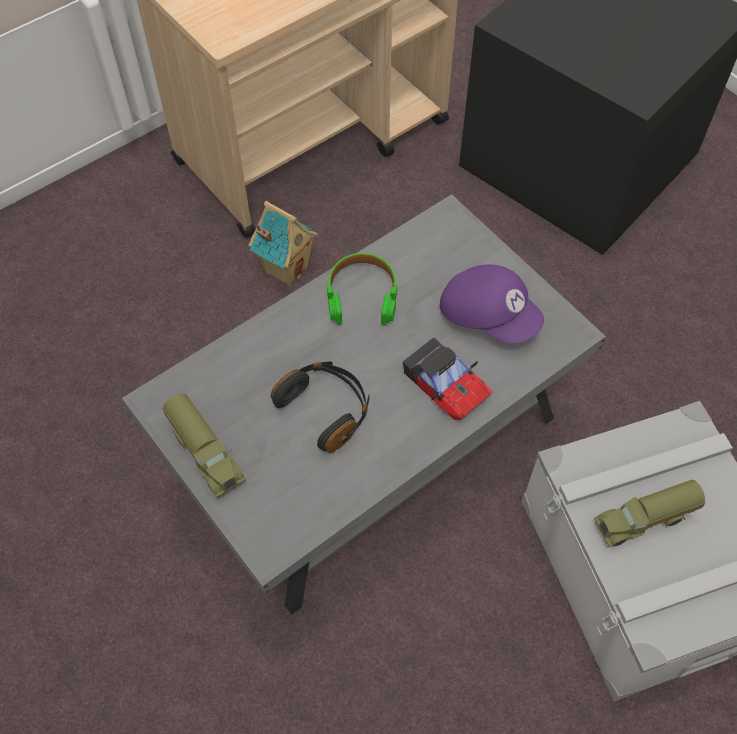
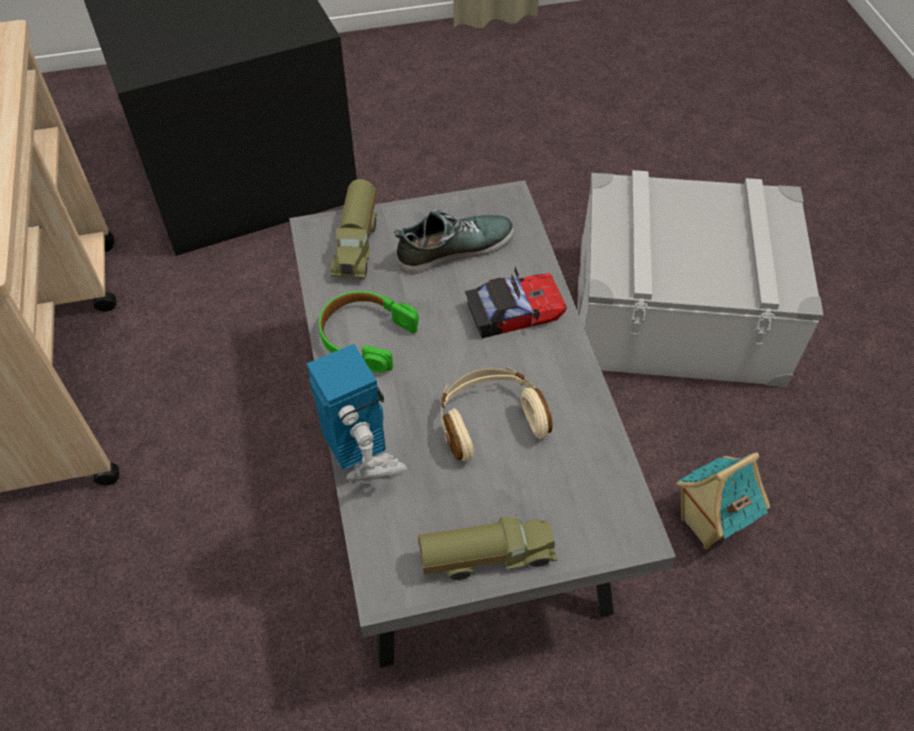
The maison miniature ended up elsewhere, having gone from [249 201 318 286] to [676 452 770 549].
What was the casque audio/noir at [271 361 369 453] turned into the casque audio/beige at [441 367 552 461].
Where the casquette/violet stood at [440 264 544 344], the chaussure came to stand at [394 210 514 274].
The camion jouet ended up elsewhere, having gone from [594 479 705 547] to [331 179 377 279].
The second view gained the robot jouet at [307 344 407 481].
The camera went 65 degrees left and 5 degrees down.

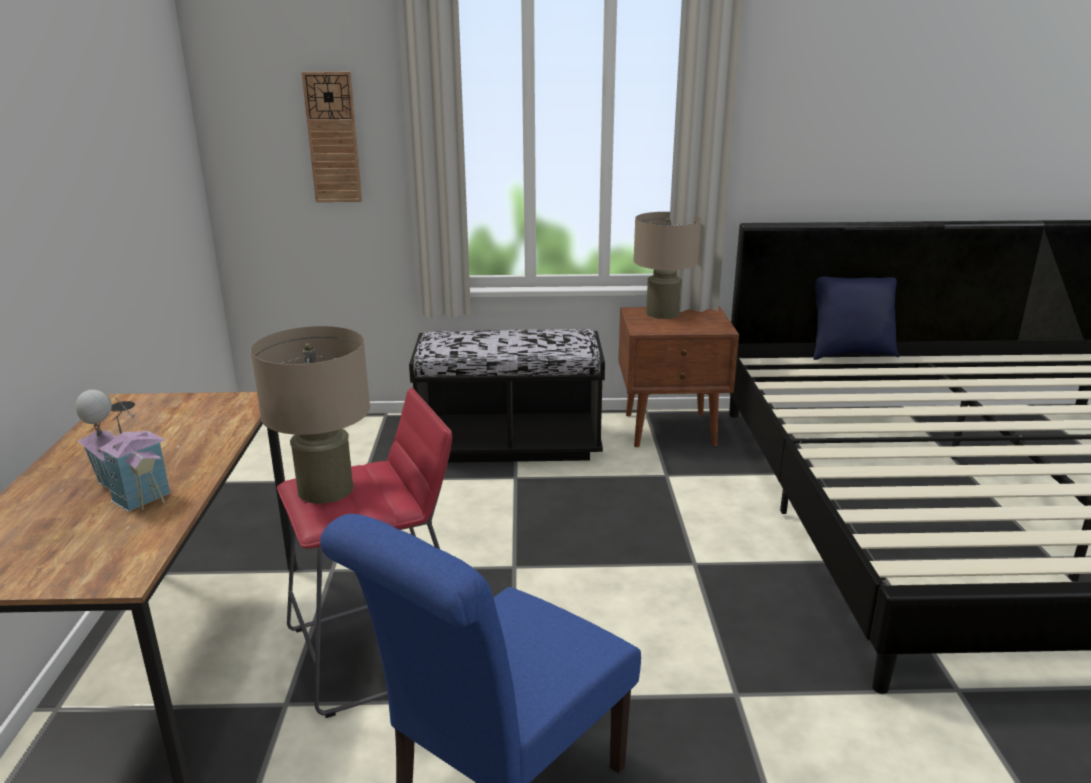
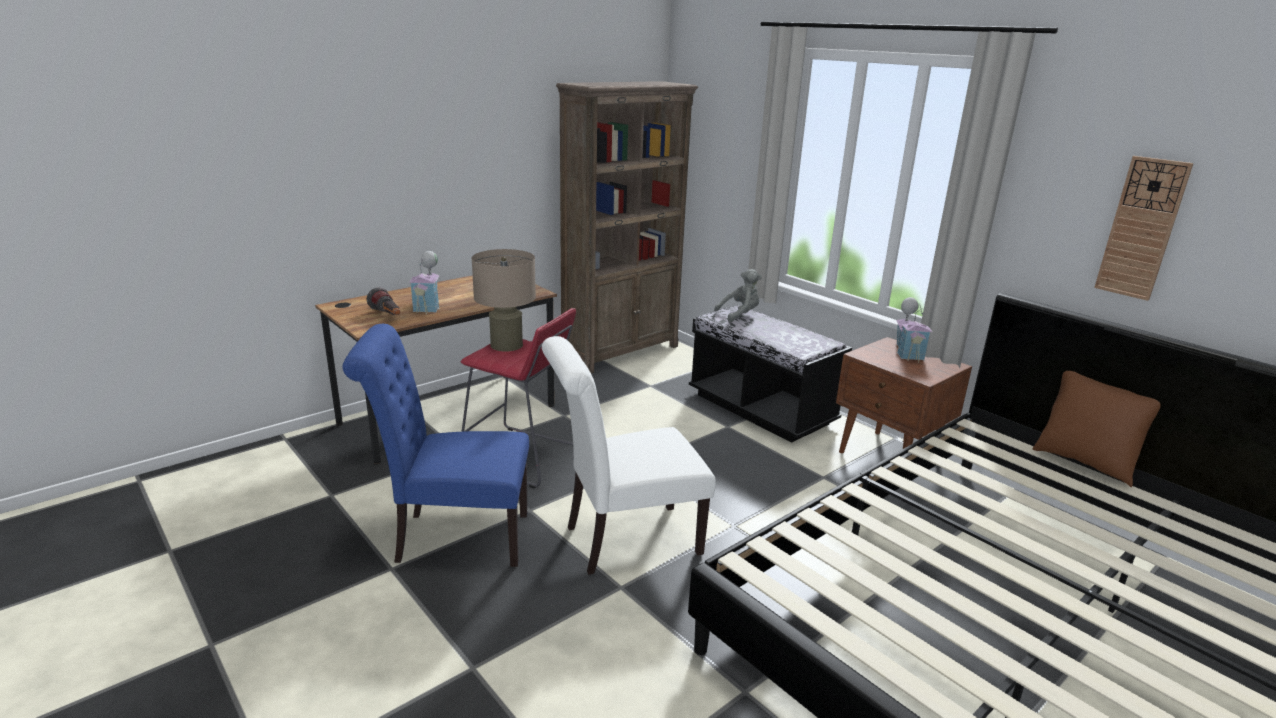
The horloge murale ended up elsewhere, having gone from [301 72 362 202] to [1094 156 1194 301].
Where the lampe de table/beige stood at [633 212 701 319], the maison miniature came to stand at [896 297 932 363].
What was the coussin/bleu at [813 277 899 360] turned into the coussin/marron at [1033 371 1161 487].
The second view gained the lampe de poche at [367 288 400 315].
The second view gained the chaise/blanc at [542 336 716 575].
The second view gained the bibliothèque/marron at [556 81 698 374].
The second view gained the peluche/gris at [714 269 762 322].
The camera went 50 degrees right and 0 degrees up.

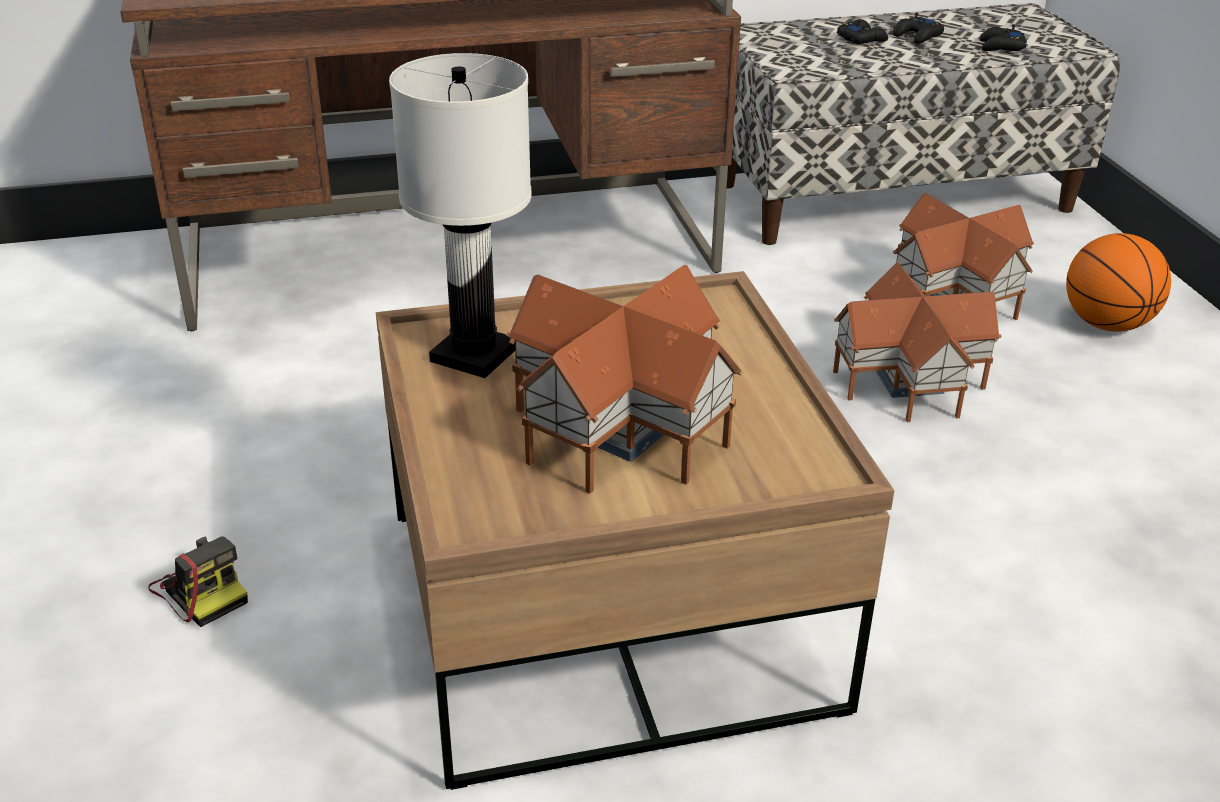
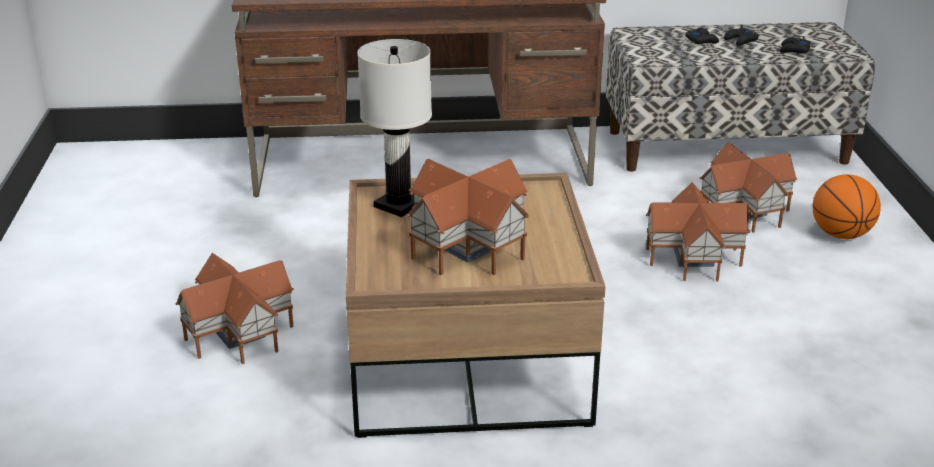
Where the appareil photo stood at [148 536 248 627], the maison miniature came to stand at [175 253 294 364].
The camera went 10 degrees right and 5 degrees down.

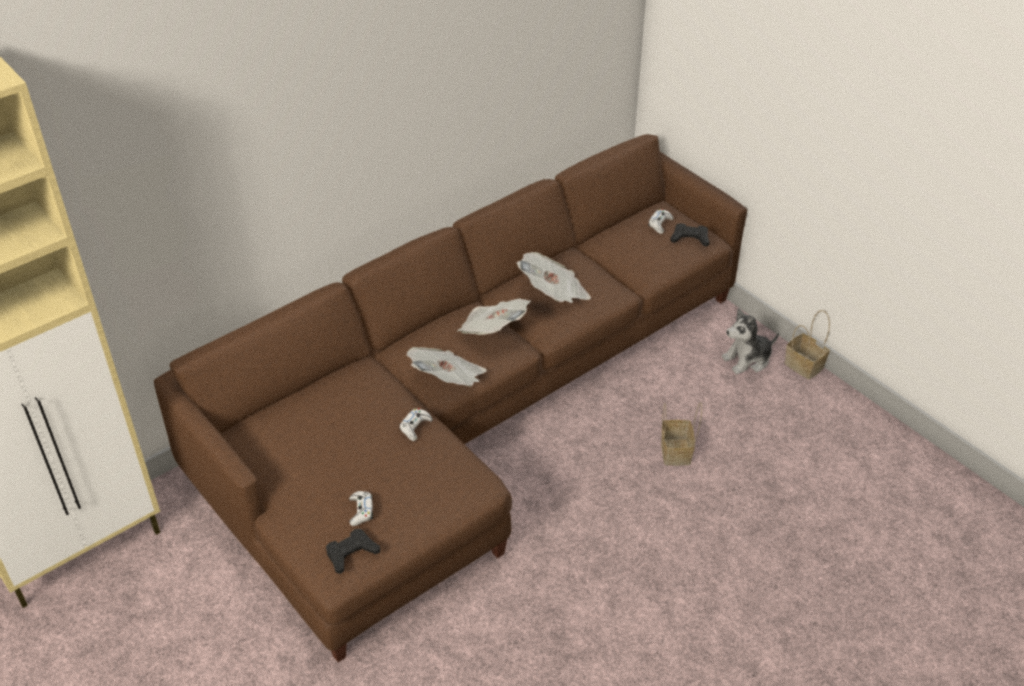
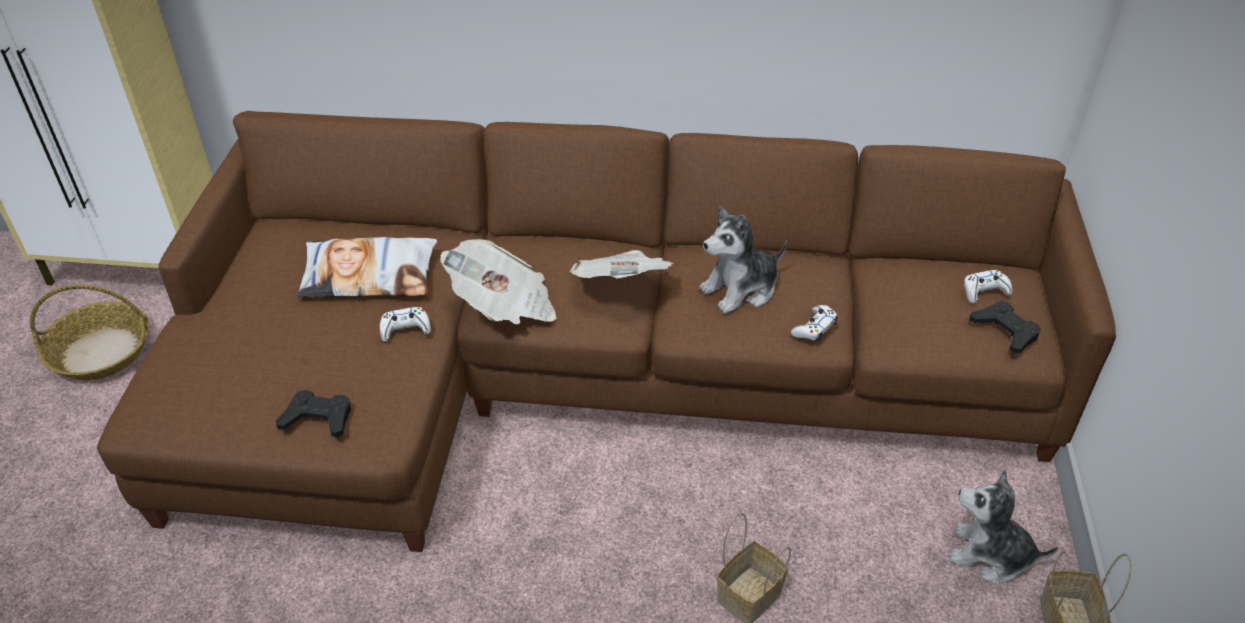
The manette/noir ended up elsewhere, having gone from [326 529 380 574] to [276 390 351 438].
The manette/blanc ended up elsewhere, having gone from [349 491 373 526] to [791 305 838 342].
Where the journal stood at [516 252 591 303], the peluche came to stand at [700 206 787 314].
The second view gained the panier at [30 285 149 380].
The second view gained the coussin at [297 237 437 297].
The camera went 45 degrees right and 0 degrees up.

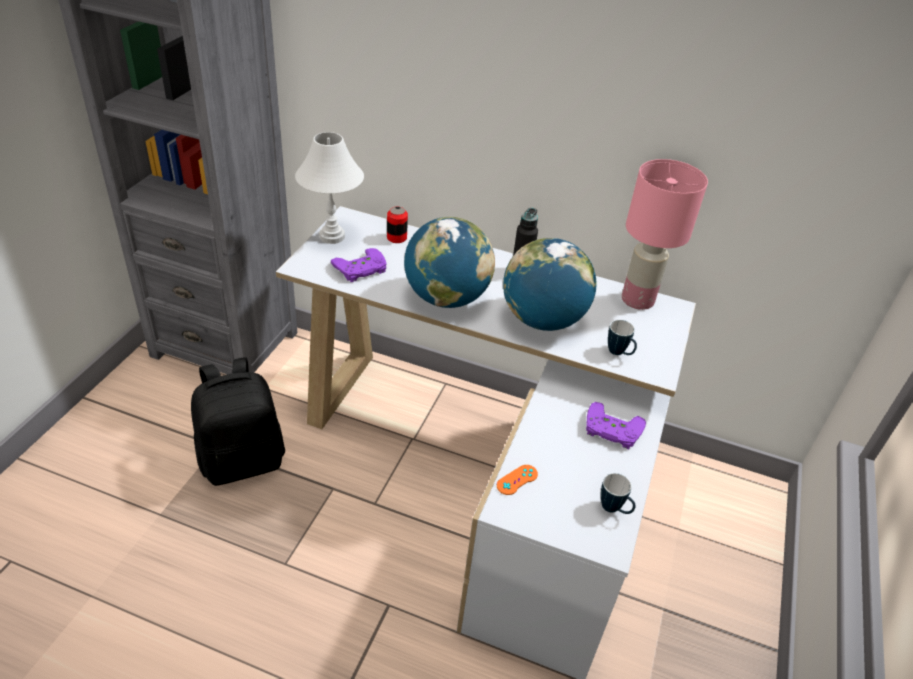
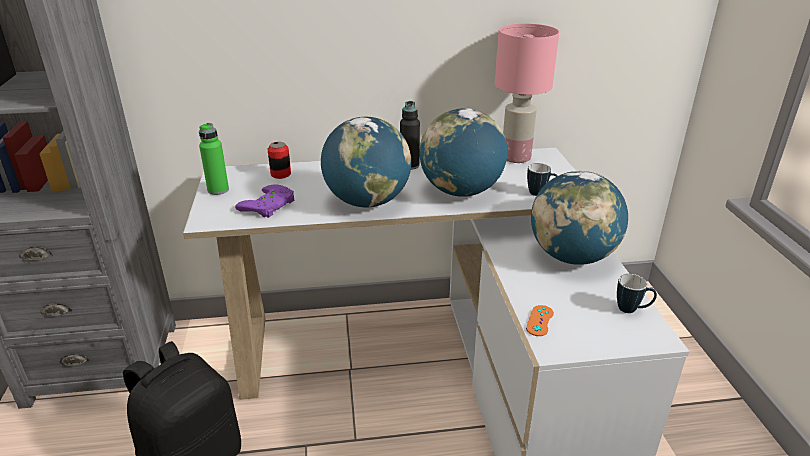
Where the lampe de table/blanc stood at [295 132 364 244], the bouteille/vert came to stand at [199 123 229 195].
Where the manette/violet stood at [586 402 646 449], the globe came to stand at [531 171 628 265].
The camera went 25 degrees left and 10 degrees down.

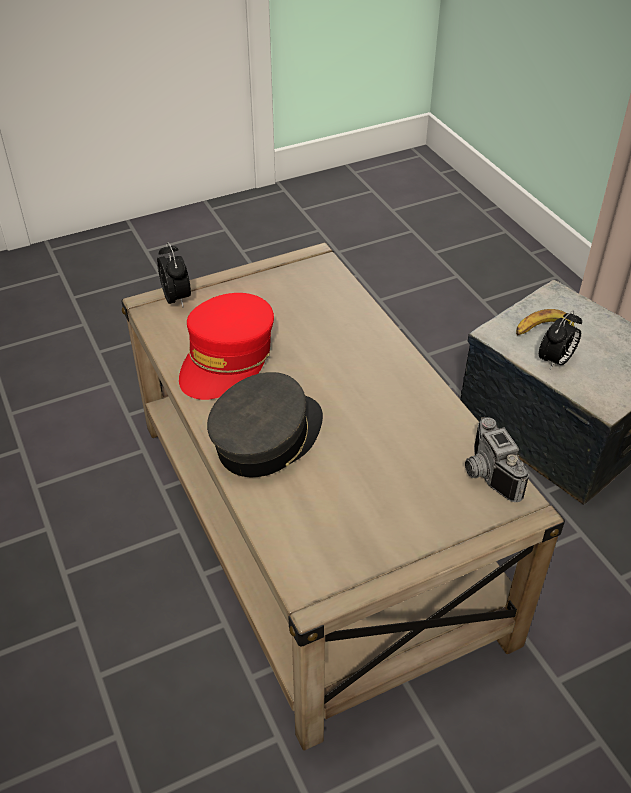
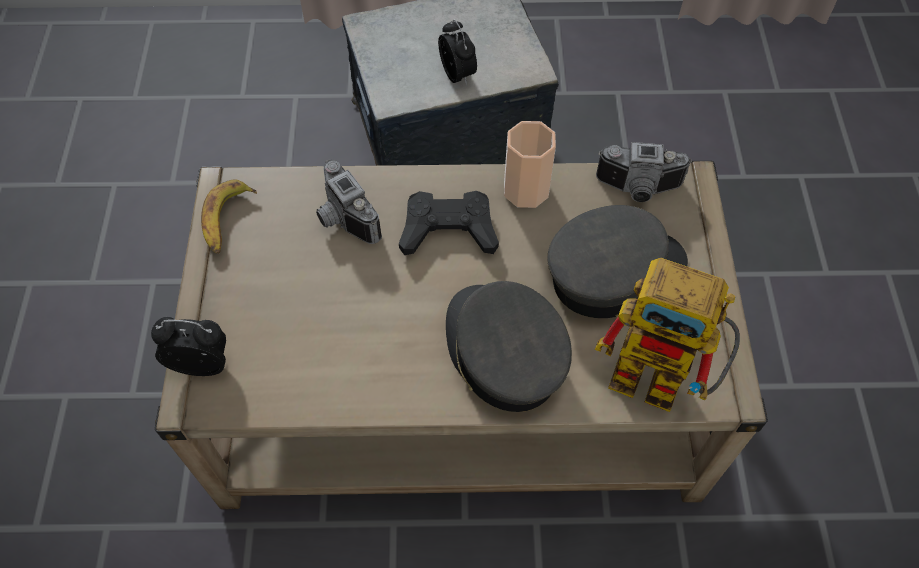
The second view lost the casquette/rouge at [179 293 274 400].
The banane ended up elsewhere, having gone from [516 309 574 335] to [201 180 257 254].
The second view gained the appareil photo at [316 160 382 244].
The second view gained the manette/noir at [399 191 499 255].
The second view gained the tasse at [504 121 556 208].
The second view gained the casquette/gris at [547 205 688 318].
The second view gained the robot jouet at [595 258 740 412].
The camera went 65 degrees left and 15 degrees up.

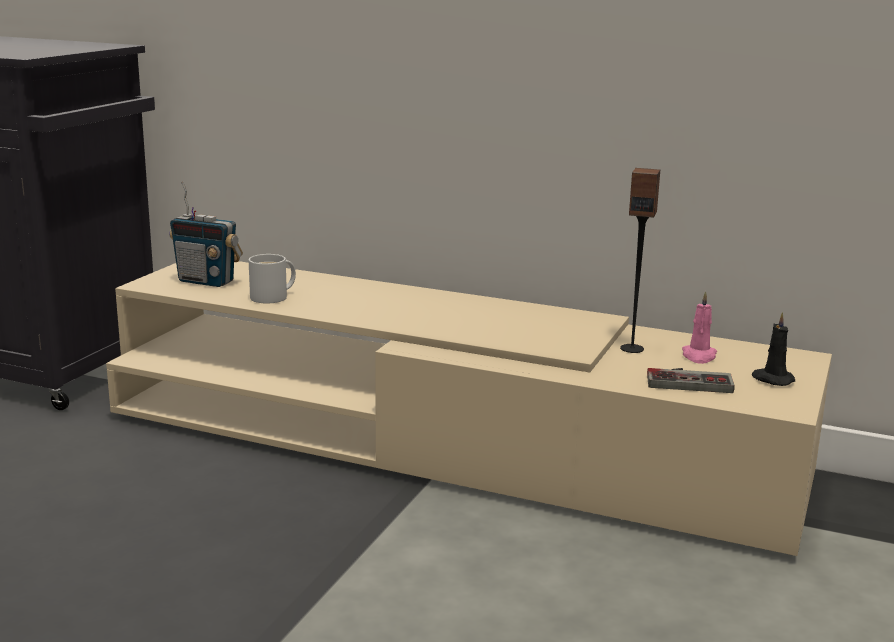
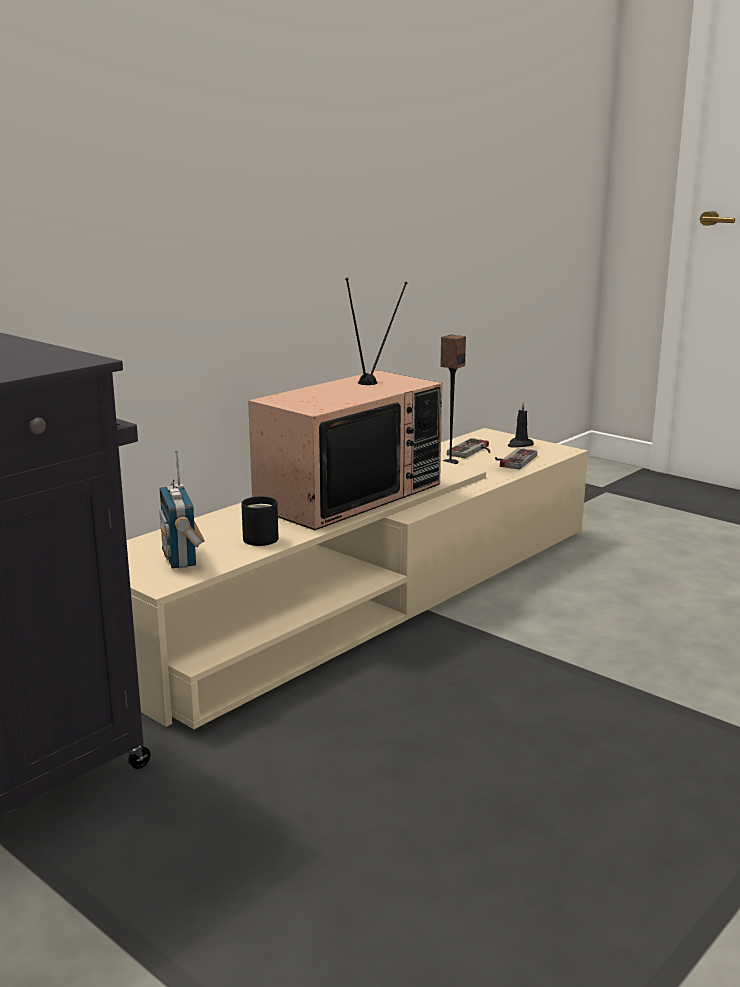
The radio at [169 182 243 287] ended up facing another way, 120 degrees clockwise from before.
What was the mug/blanc at [249 254 296 304] turned into the mug/noir at [241 496 279 546].
Where the bougie/rose stood at [682 291 717 364], the manette came to stand at [447 438 490 458].
The second view gained the téléviseur at [248 278 443 530].
The camera went 70 degrees left and 0 degrees up.

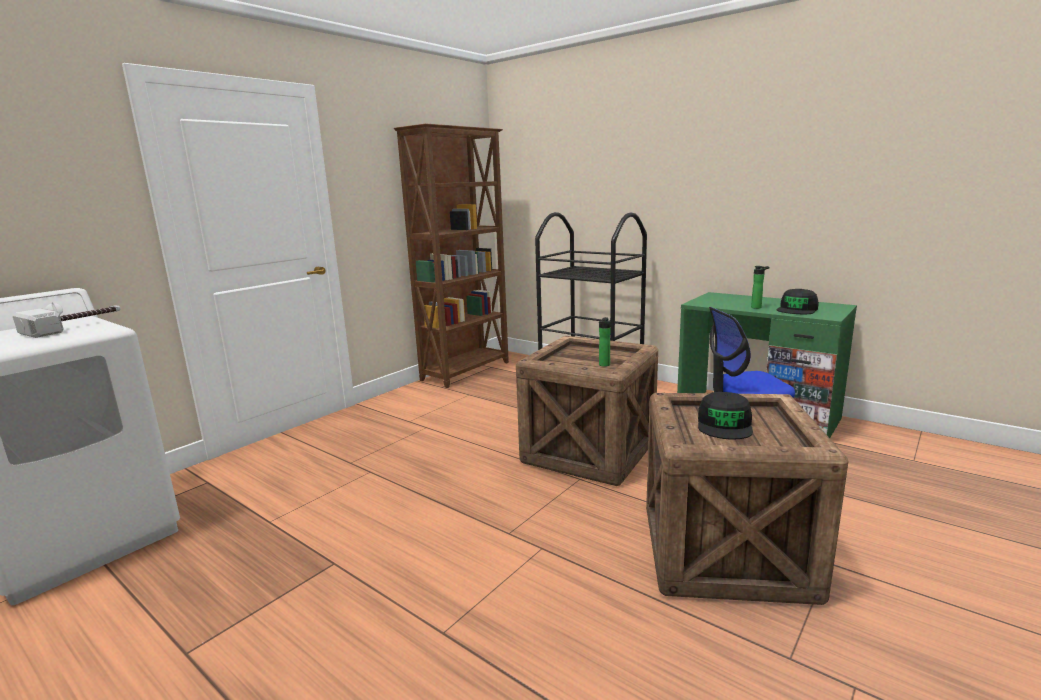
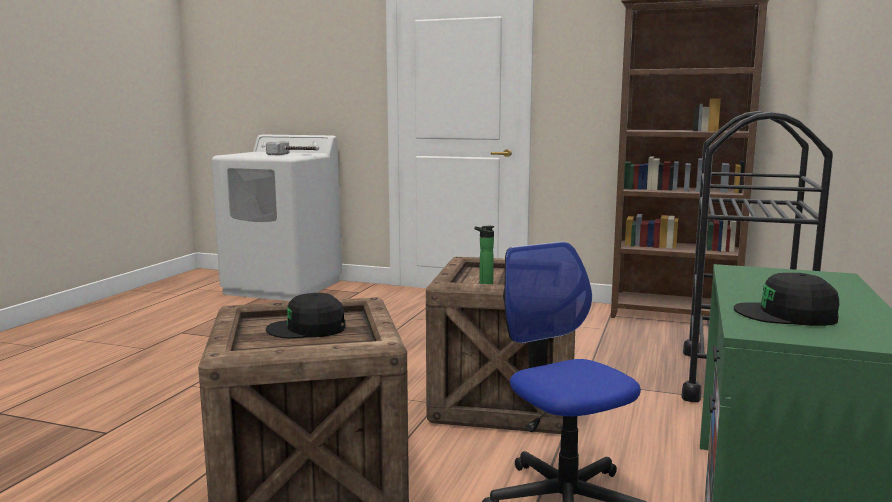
The second view lost the bouteille at [751 266 769 309].
The camera went 70 degrees right and 5 degrees down.

